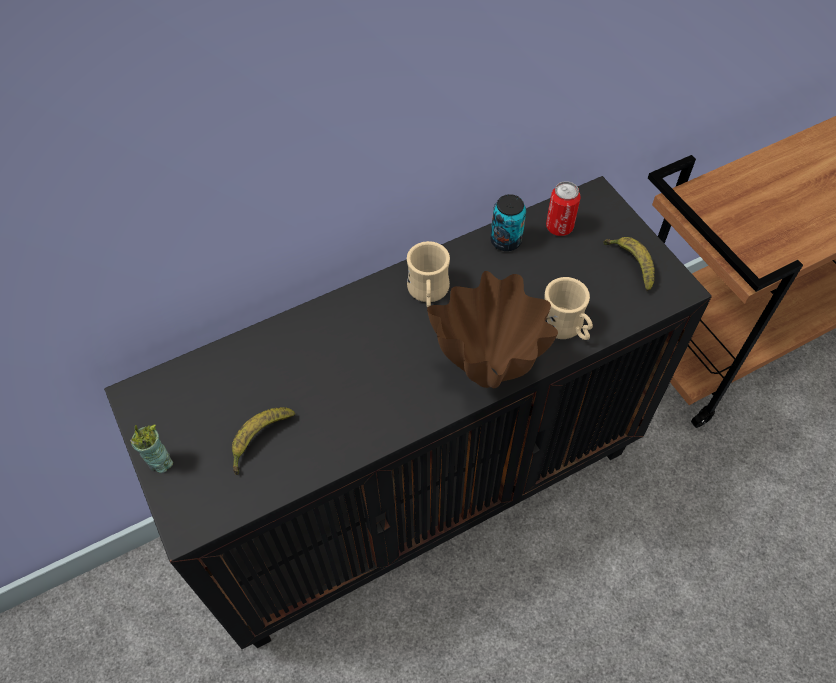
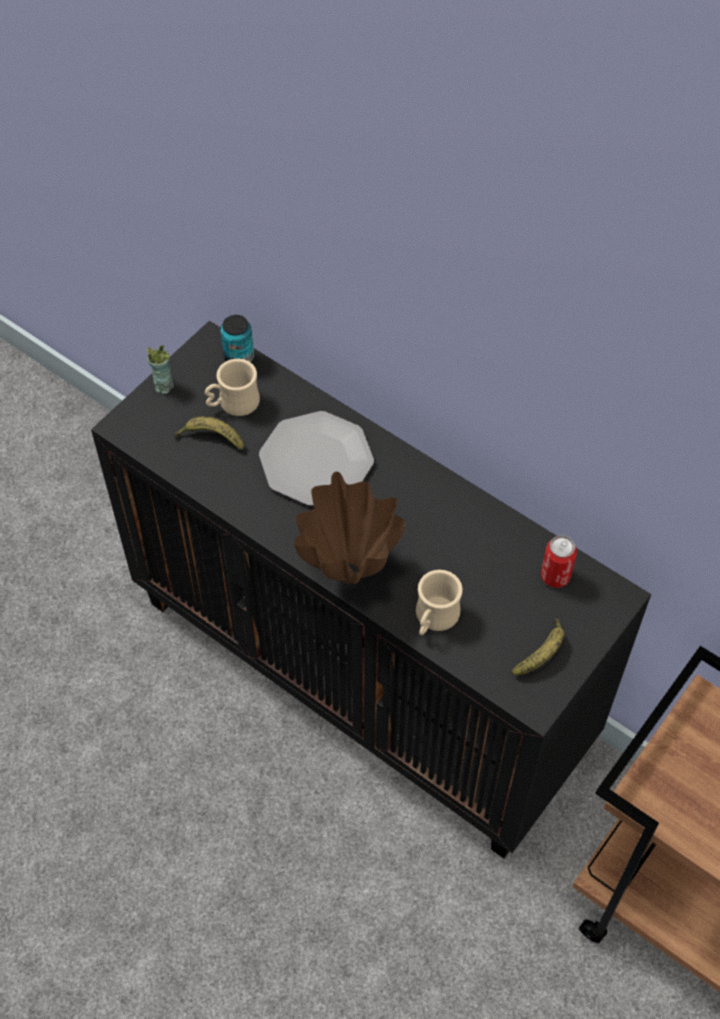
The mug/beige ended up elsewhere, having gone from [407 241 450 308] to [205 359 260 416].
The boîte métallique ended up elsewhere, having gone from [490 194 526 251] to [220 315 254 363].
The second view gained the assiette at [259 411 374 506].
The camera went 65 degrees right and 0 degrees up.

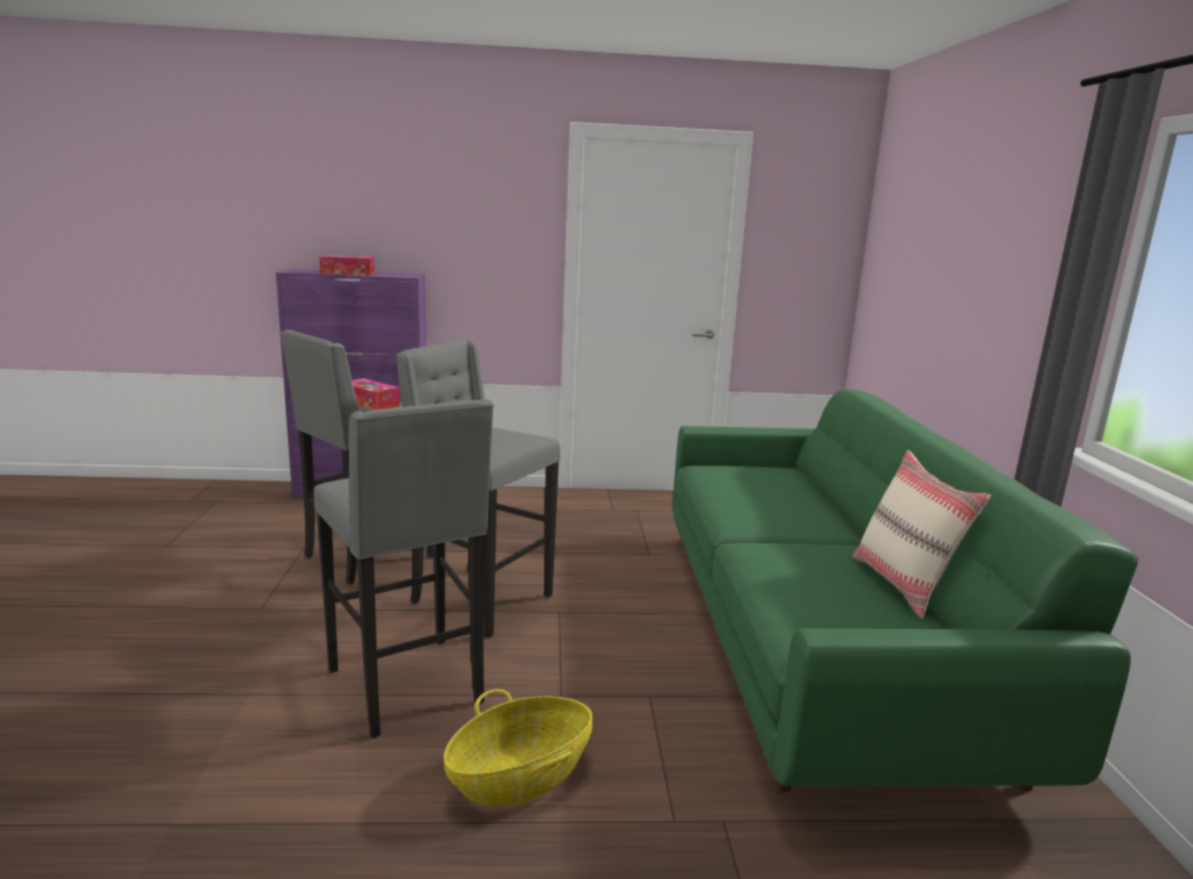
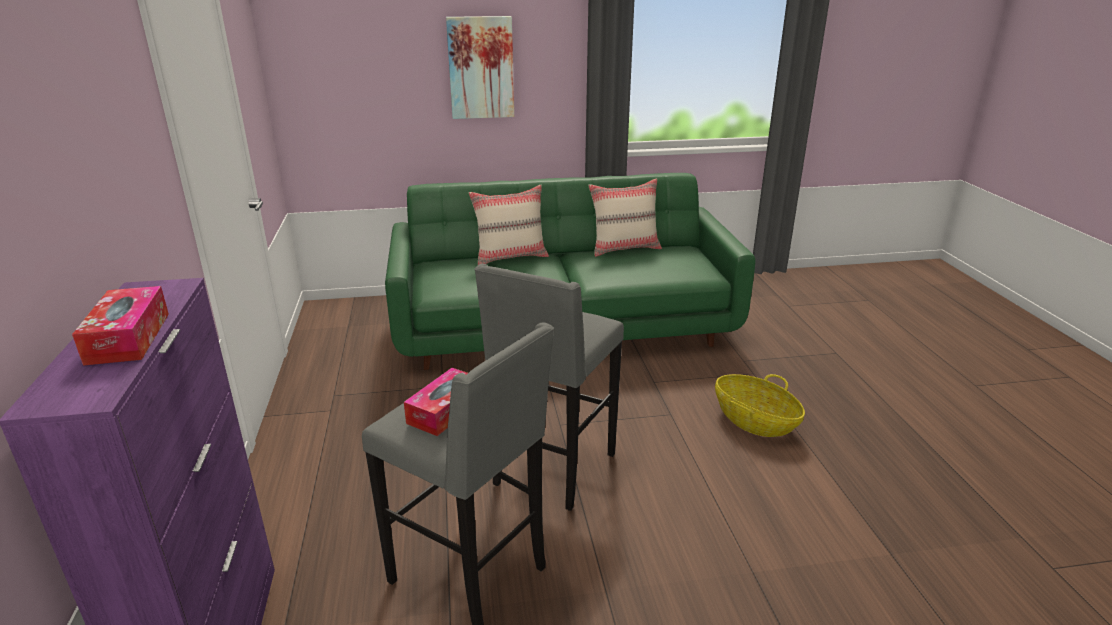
The second view lost the tabouret/gris at [314 399 494 738].
The second view gained the tableau at [446 16 514 119].
The second view gained the coussin/beige at [469 185 549 265].
The camera went 95 degrees left and 10 degrees up.

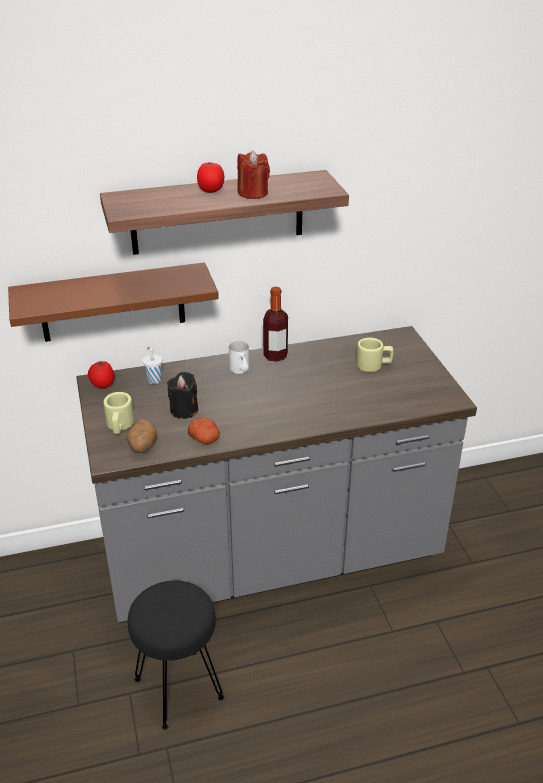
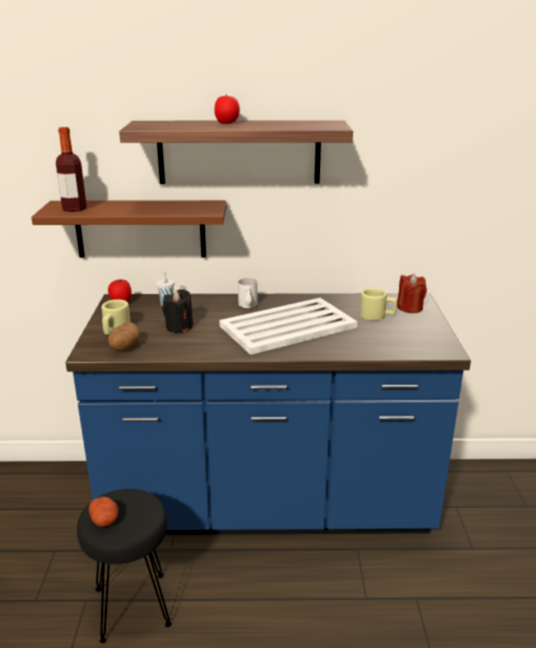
What was the comptoir de cuisine/gris at [76 326 477 623] turned into the comptoir de cuisine/bleu at [66 293 471 535].
The pomme de terre ended up elsewhere, having gone from [188 417 220 444] to [89 497 118 527].
The bougie/rouge ended up elsewhere, having gone from [237 151 270 199] to [397 274 427 313].
The bouteille ended up elsewhere, having gone from [263 287 288 362] to [56 127 87 212].
The second view gained the plateau/blanc at [219 298 358 355].
The camera went 15 degrees right and 10 degrees down.

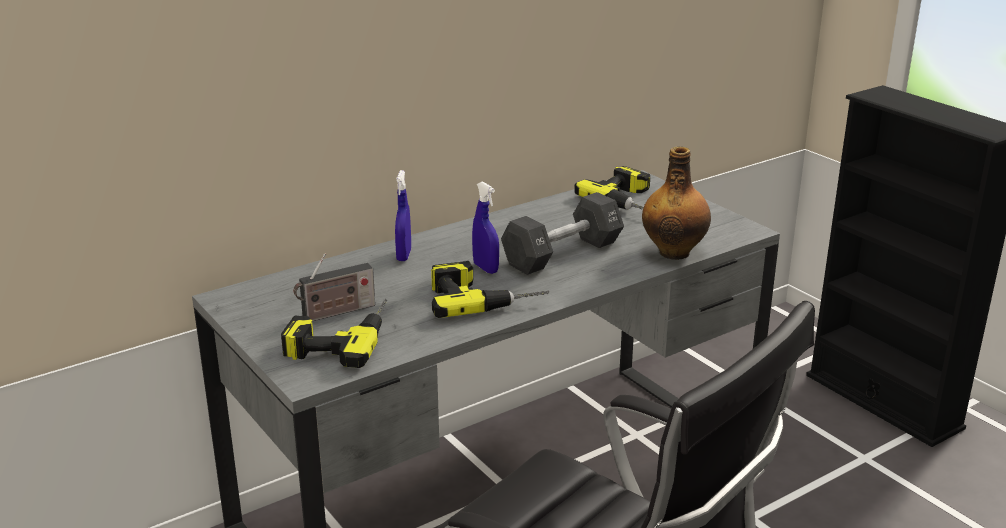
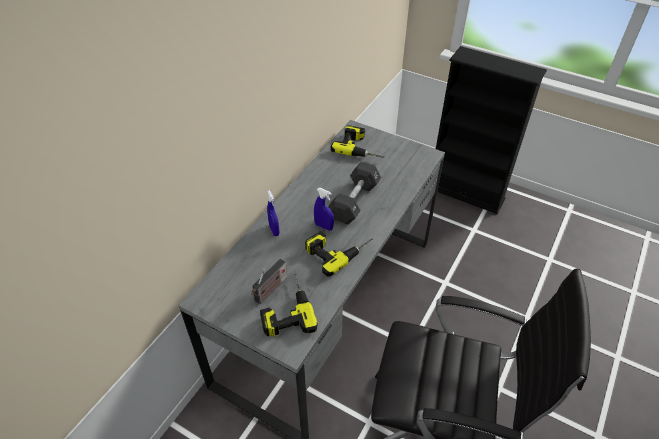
The second view lost the bouteille at [642 147 711 260].
The camera went 25 degrees left and 20 degrees up.

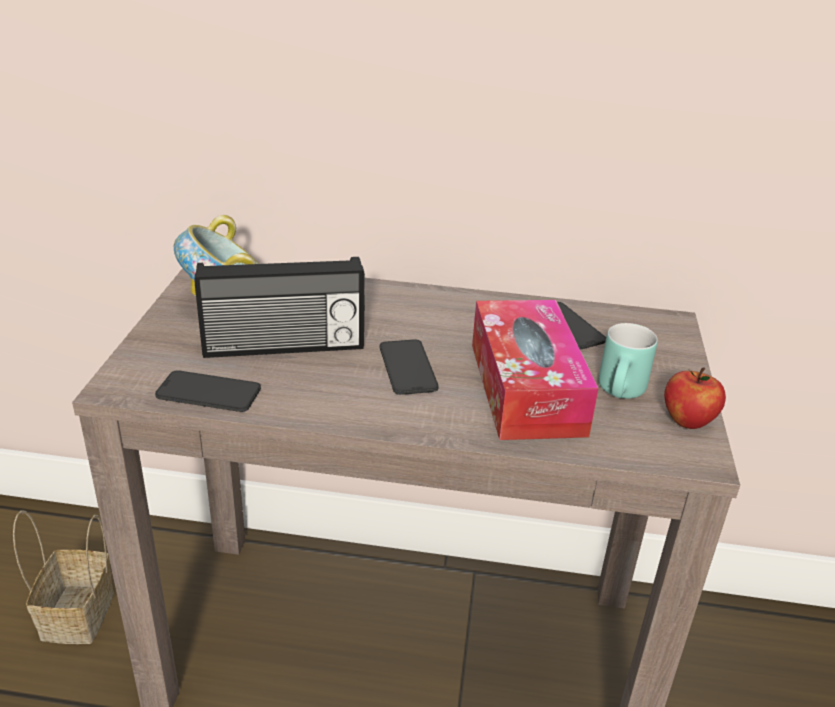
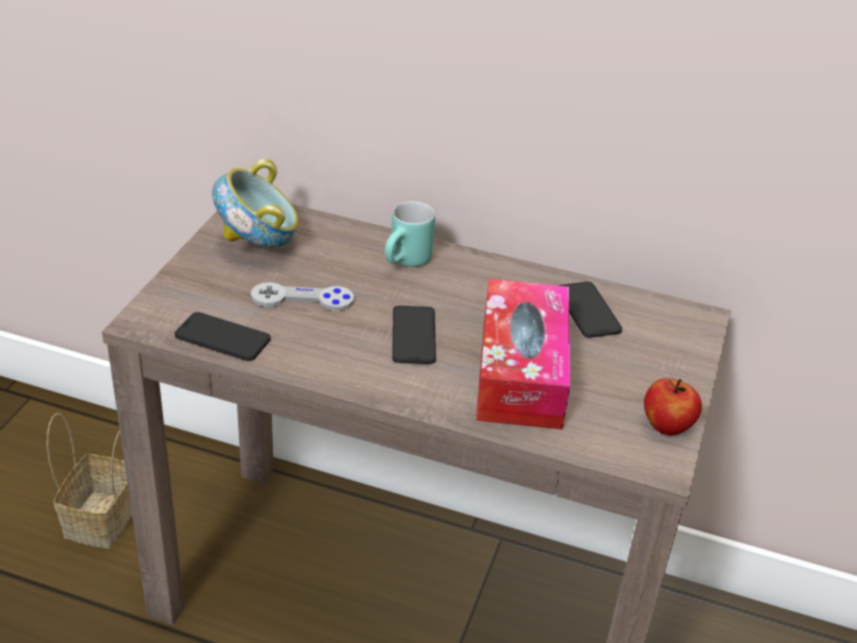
Where the radio stood at [195 257 365 358], the manette/gris came to stand at [251 282 354 311].
The mug/turquoise ended up elsewhere, having gone from [599 323 658 399] to [385 201 435 267].
The camera went 10 degrees right and 5 degrees up.

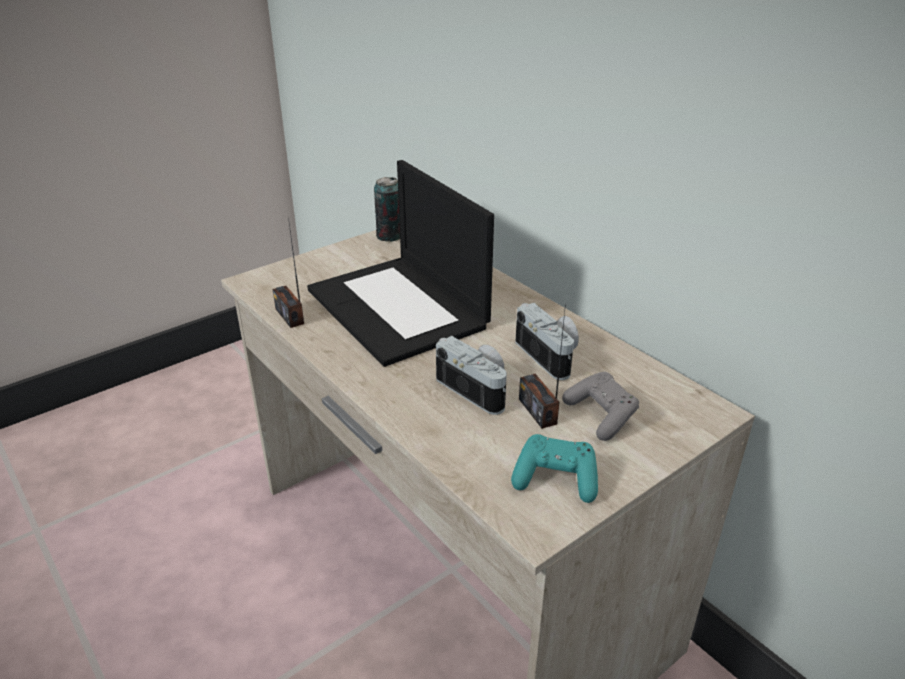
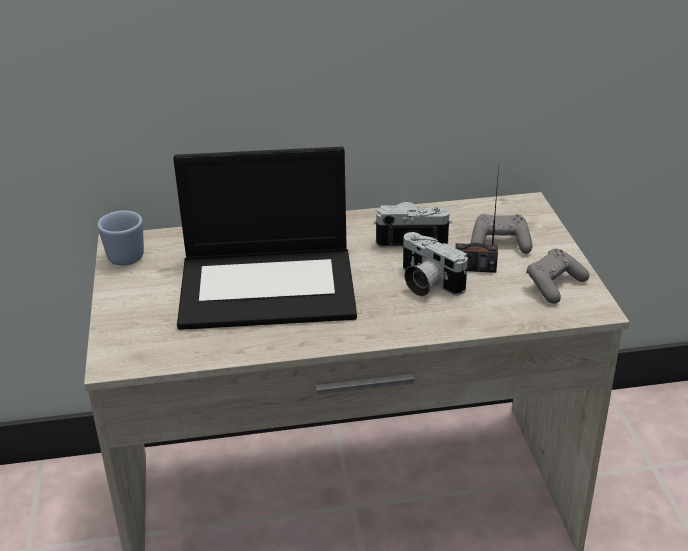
The second view lost the radio at [273 217 304 328].
Where the boîte métallique stood at [374 177 400 242], the mug/bleu came to stand at [98 211 144 266].
The appareil photo at [436 336 507 415] ended up facing another way, 120 degrees counterclockwise from before.
What was the manette/turquoise at [511 434 598 503] turned into the manette/gris at [526 248 589 304].
The camera went 60 degrees left and 0 degrees up.

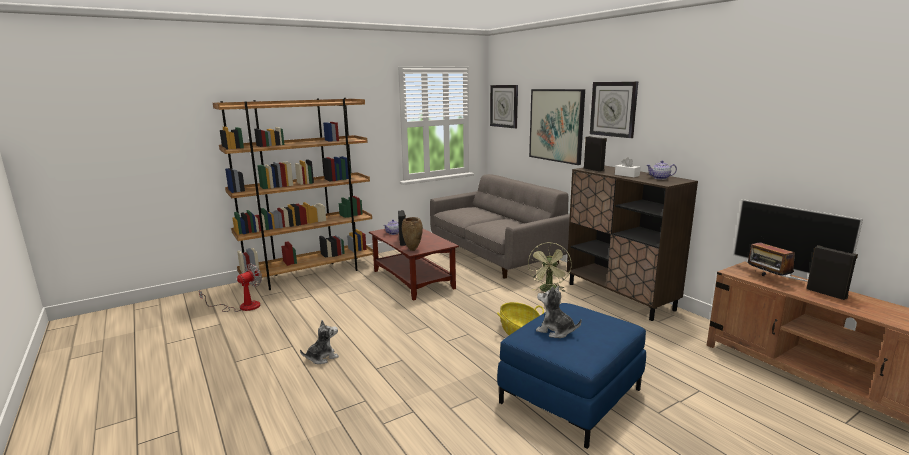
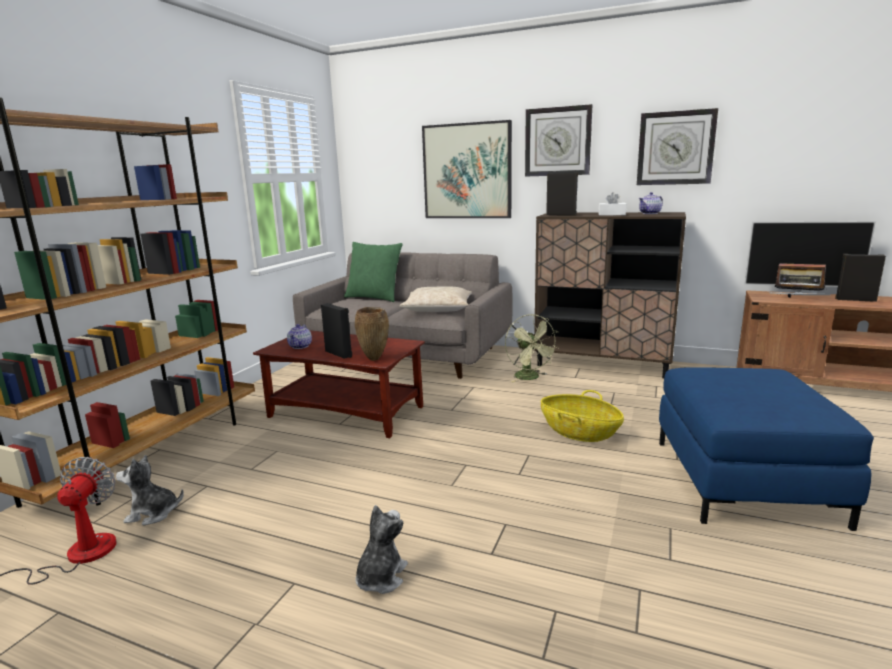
The horloge murale ended up elsewhere, having gone from [490 85 518 129] to [637 108 718 185].
The peluche ended up elsewhere, having gone from [536 286 582 338] to [116 455 184 526].
The second view gained the coussin/vert at [344 242 402 302].
The second view gained the coussin/beige at [399 287 472 312].
The camera went 35 degrees left and 0 degrees up.

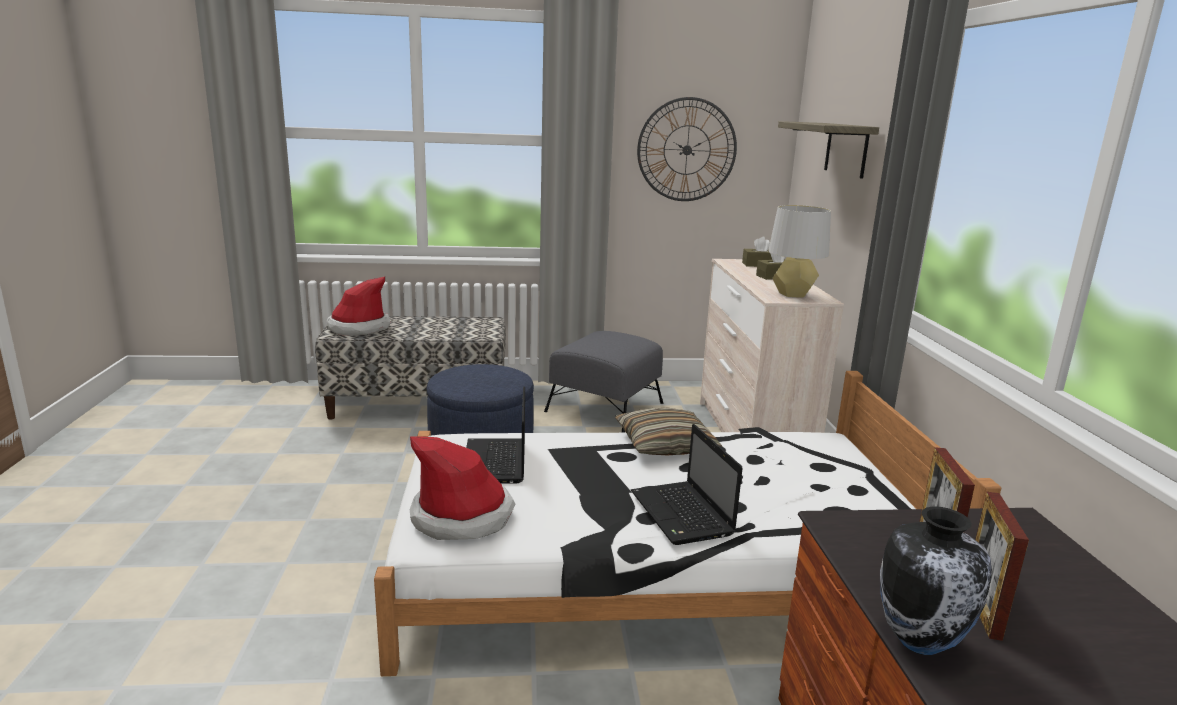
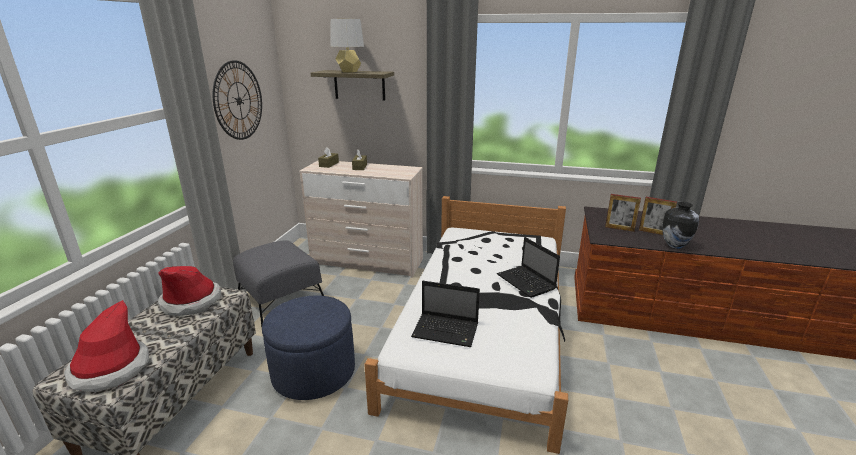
The chapeau ended up elsewhere, having gone from [410 436 515 540] to [158 266 221 316].
The second view lost the coussin at [615 408 723 455].
The ordinateur portable at [631 424 743 545] ended up facing another way, 60 degrees clockwise from before.
The lampe de table/gris ended up elsewhere, having gone from [768 205 831 298] to [330 19 364 73].
The camera went 70 degrees left and 5 degrees up.

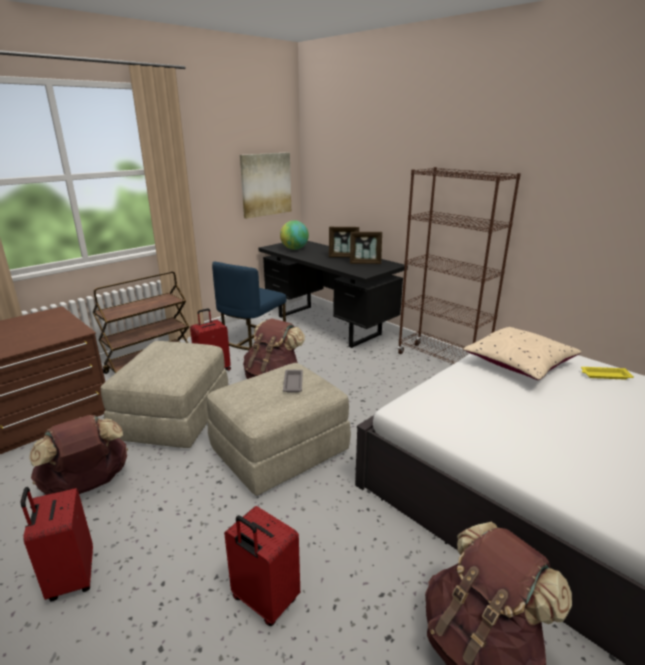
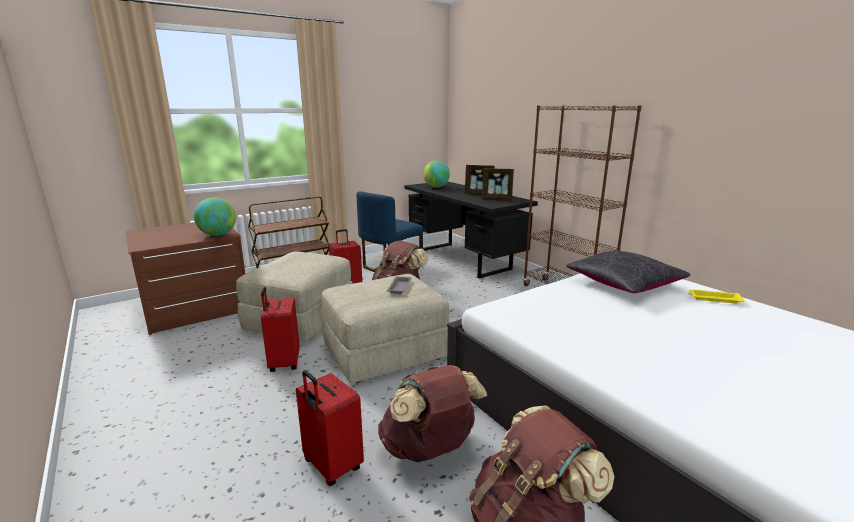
The valise/rouge ended up elsewhere, having gone from [21 487 93 602] to [261 287 300 372].
The sac à dos/marron ended up elsewhere, having gone from [29 415 128 495] to [378 365 487 463].
The second view lost the tableau at [240 152 291 219].
What was the coussin/beige at [463 327 581 380] turned into the coussin/noir at [566 251 691 293].
The second view gained the globe at [194 197 236 236].
The camera went 10 degrees right and 5 degrees down.

